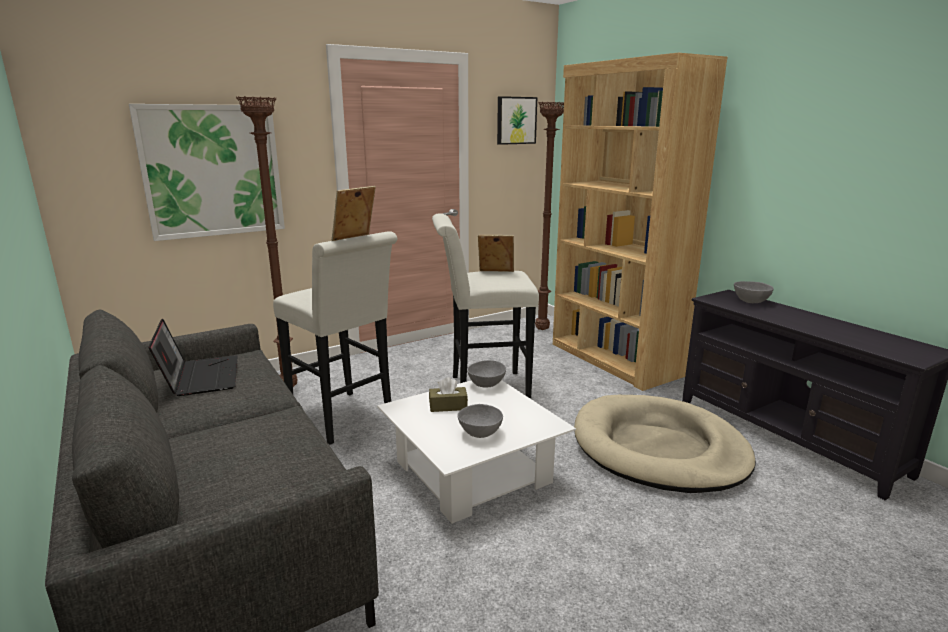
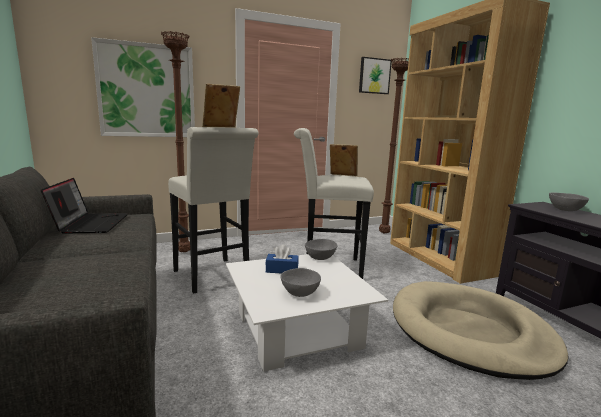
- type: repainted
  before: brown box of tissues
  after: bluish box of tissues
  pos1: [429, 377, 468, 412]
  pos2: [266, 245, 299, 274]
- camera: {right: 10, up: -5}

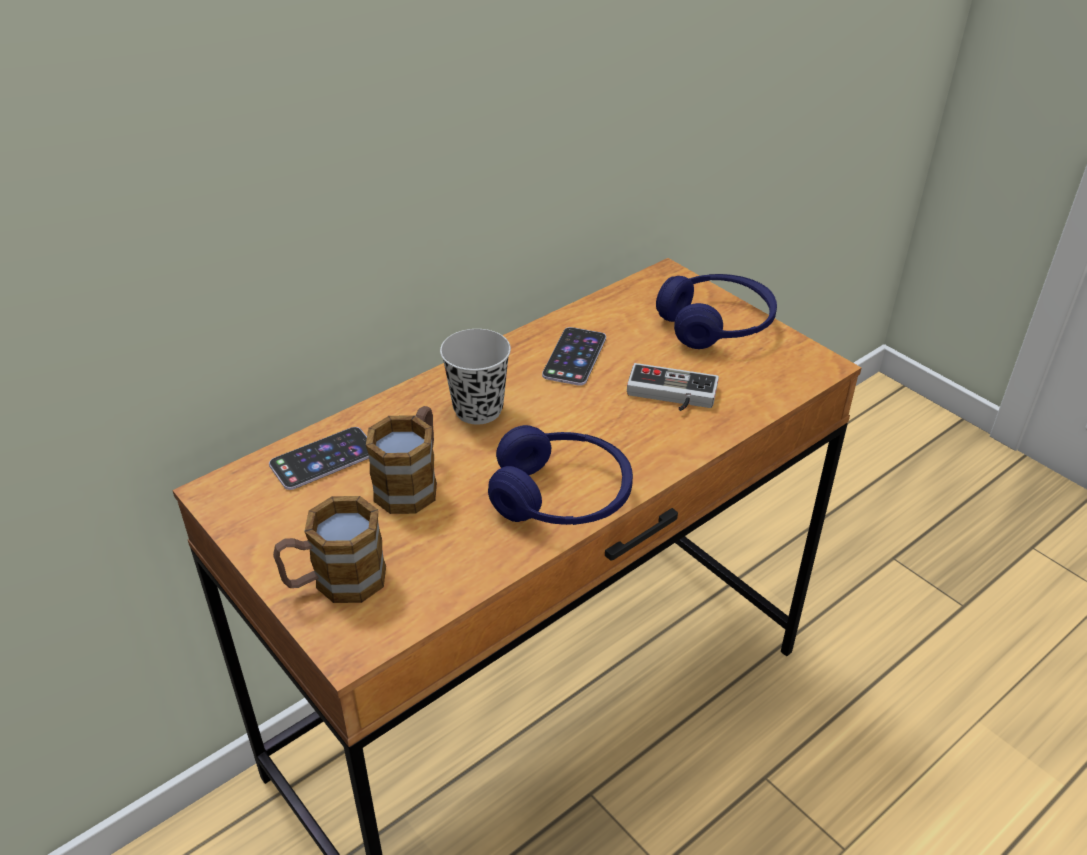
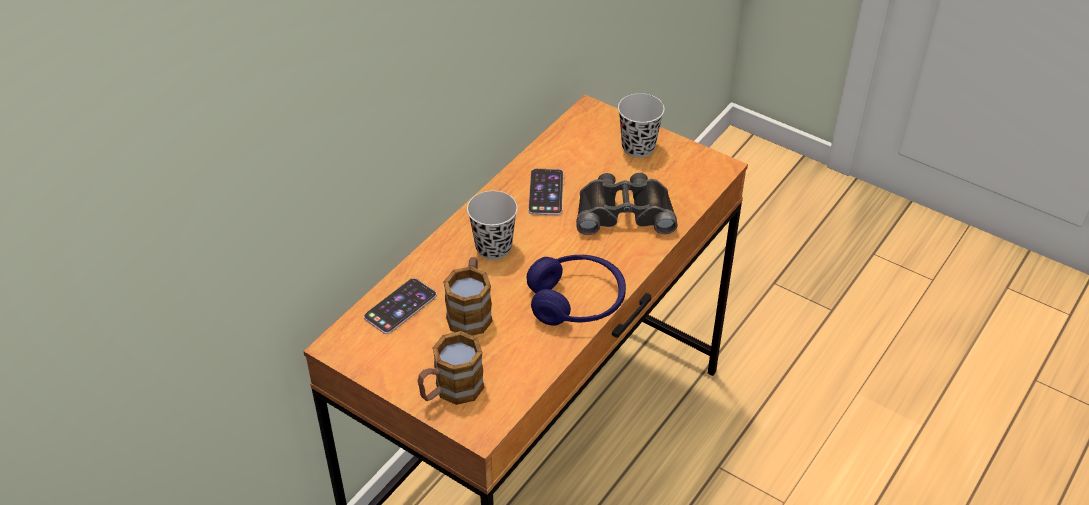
- type: swapped
  before: gamepad
  after: blackish pair of binoculars
  pos1: [627, 363, 719, 411]
  pos2: [576, 173, 678, 235]
- type: swapped
  before: bluish headphones
  after: blackish cup
  pos1: [656, 274, 777, 349]
  pos2: [618, 93, 665, 158]
- camera: {right: -15, up: 5}

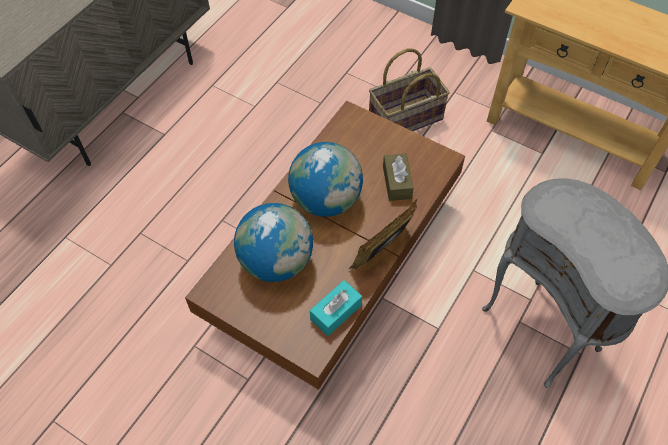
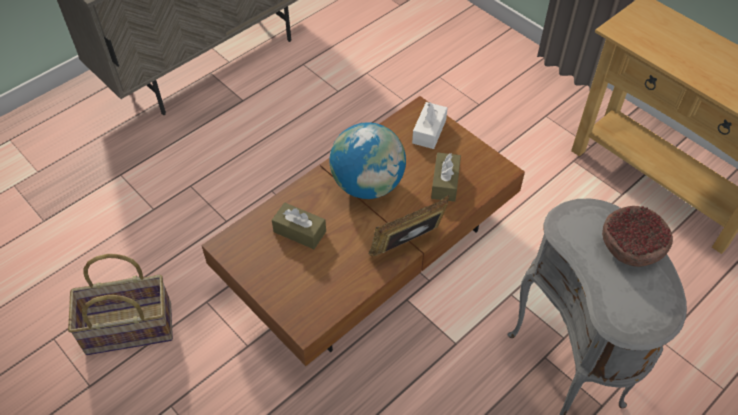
- type: swapped
  before: world globe
  after: brown box of tissues
  pos1: [234, 203, 313, 282]
  pos2: [272, 203, 326, 249]
- type: gone
  before: blue-green box of tissues
  pos1: [310, 280, 362, 336]
- type: shifted
  before: basket
  pos1: [369, 48, 450, 131]
  pos2: [68, 254, 173, 355]
- type: new
  after: white-coloured box of tissues
  pos2: [412, 102, 448, 149]
- type: new
  after: serving bowl
  pos2: [602, 206, 673, 267]
- camera: {right: 15, up: -5}

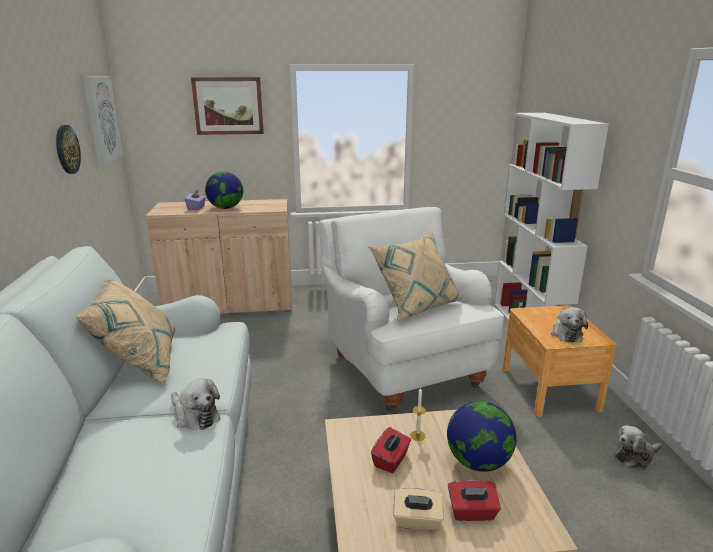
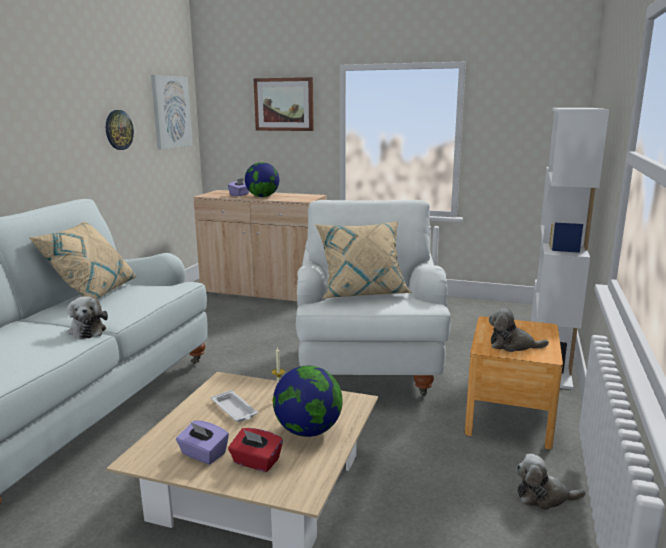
- type: swapped
  before: red box of tissues
  after: white-coloured serving tray
  pos1: [371, 427, 411, 473]
  pos2: [211, 390, 258, 422]
- type: repainted
  before: beige box of tissues
  after: purple box of tissues
  pos1: [394, 488, 443, 531]
  pos2: [176, 420, 229, 464]
- type: rotated
  before: cuddly toy
  pos1: [551, 307, 588, 342]
  pos2: [489, 308, 549, 352]
  turn: 75
- camera: {right: 25, up: -5}

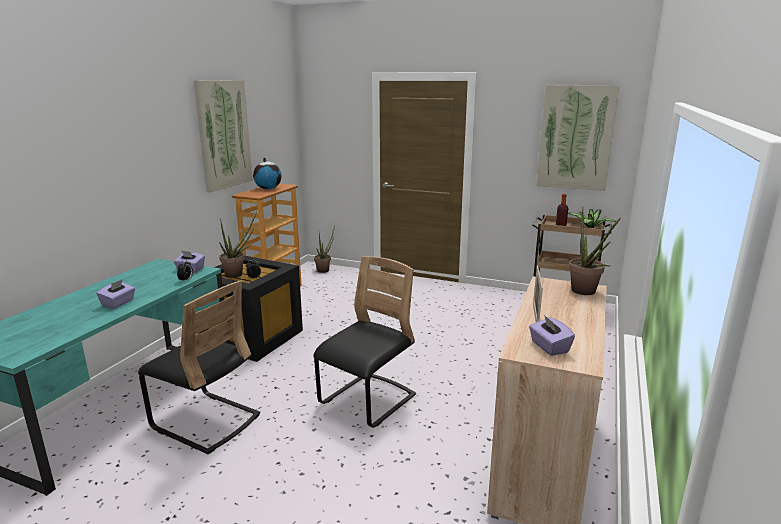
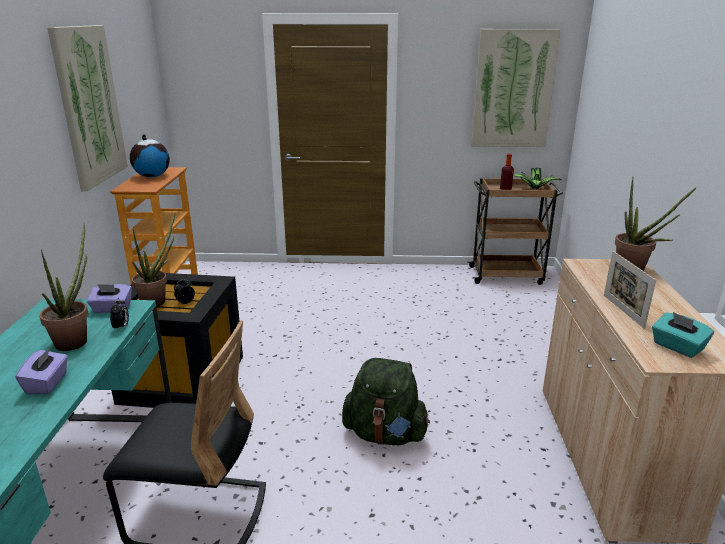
- type: swapped
  before: blackish chair
  after: greenish backpack
  pos1: [313, 256, 416, 428]
  pos2: [342, 358, 430, 445]
- type: shifted
  before: potted plant
  pos1: [314, 224, 335, 273]
  pos2: [39, 223, 88, 351]
- type: repainted
  before: purple box of tissues
  after: blue-green box of tissues
  pos1: [529, 315, 575, 356]
  pos2: [652, 312, 714, 358]
- camera: {right: -20, up: 5}

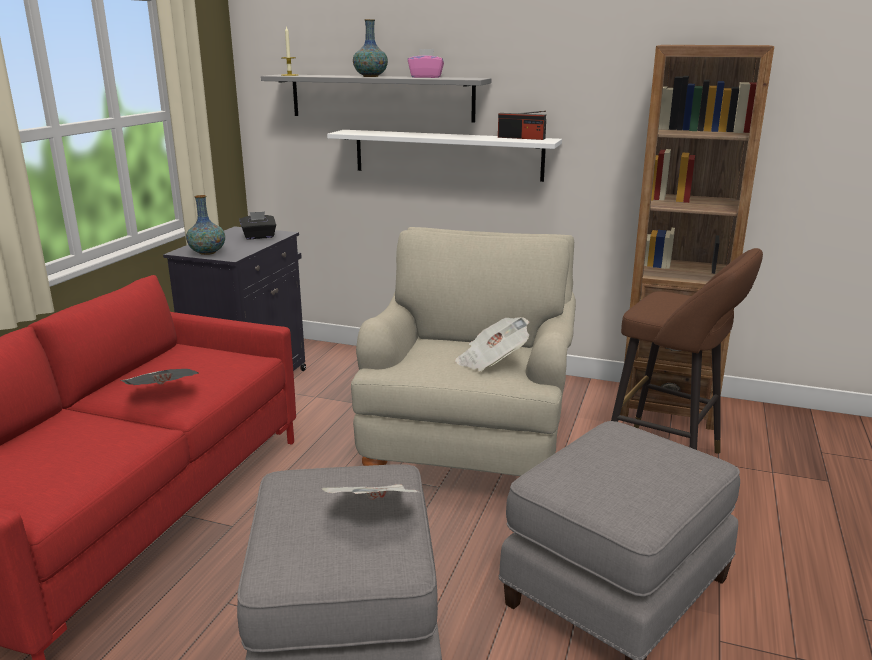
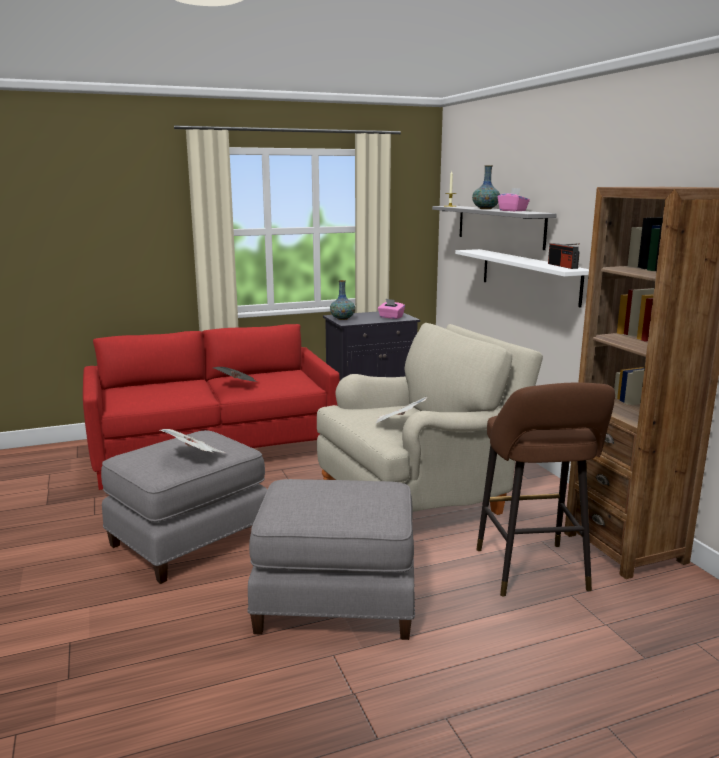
- type: repainted
  before: blackish box of tissues
  after: pink-coloured box of tissues
  pos1: [240, 211, 276, 239]
  pos2: [378, 299, 405, 319]
- camera: {right: 50, up: -5}

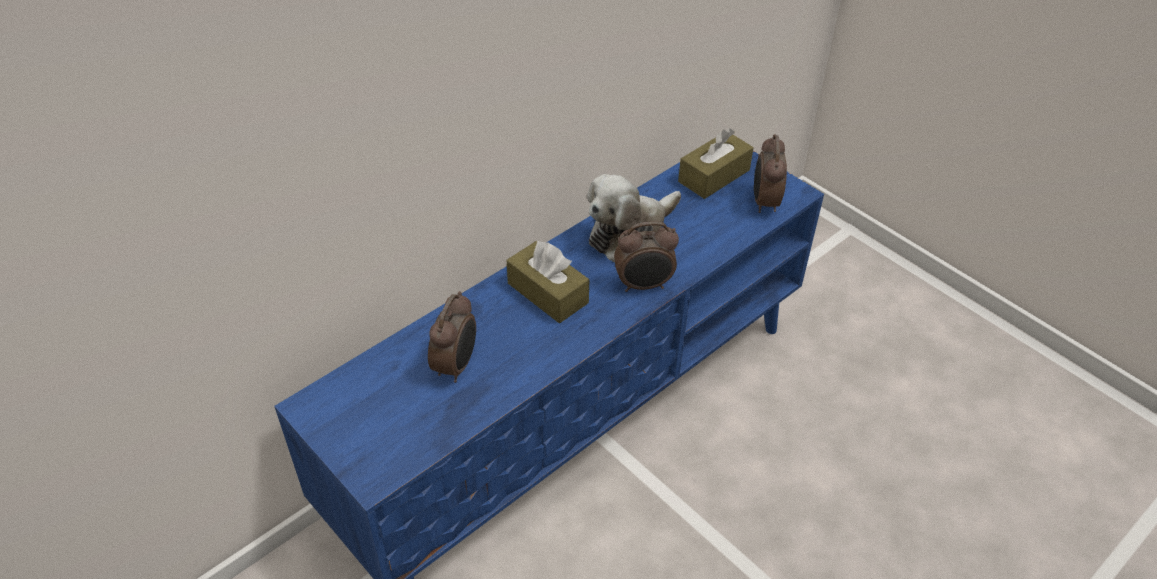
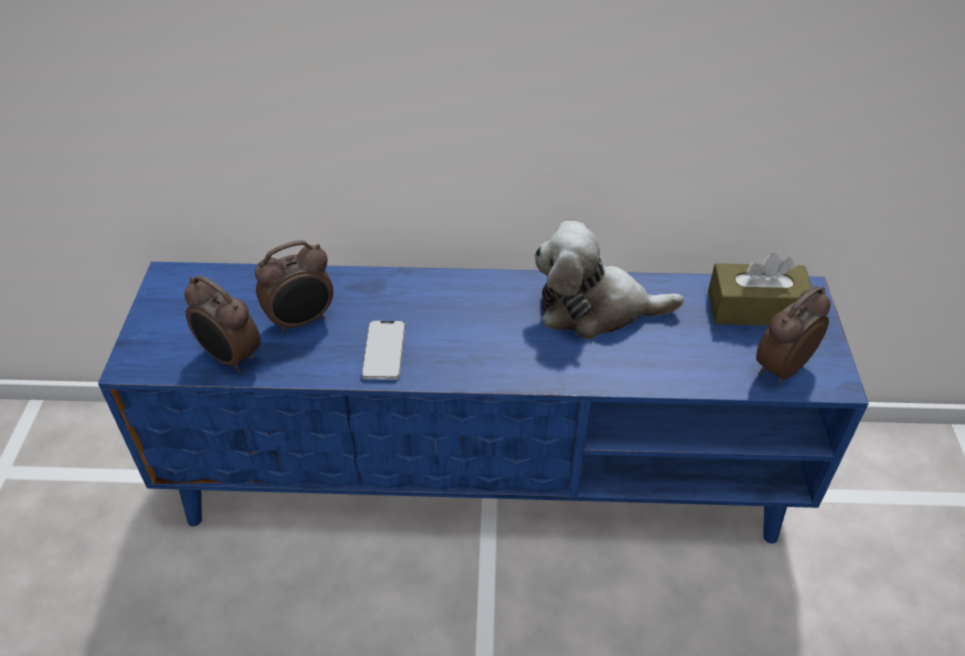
- type: gone
  before: brown box of tissues
  pos1: [507, 240, 589, 323]
- type: shifted
  before: bedside clock
  pos1: [614, 221, 679, 292]
  pos2: [184, 275, 261, 373]
- type: new
  after: phone
  pos2: [362, 321, 405, 380]
- camera: {right: 45, up: 0}

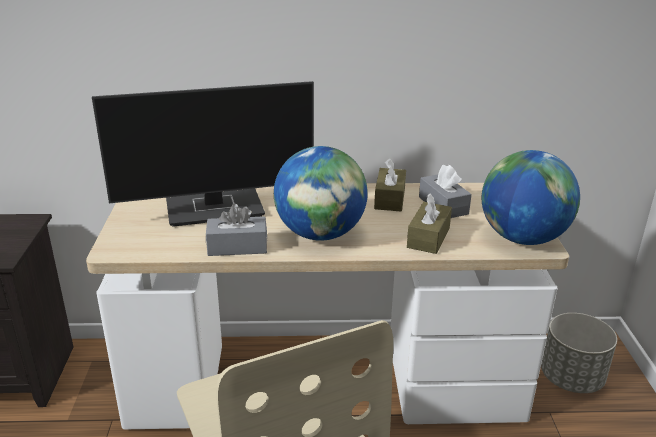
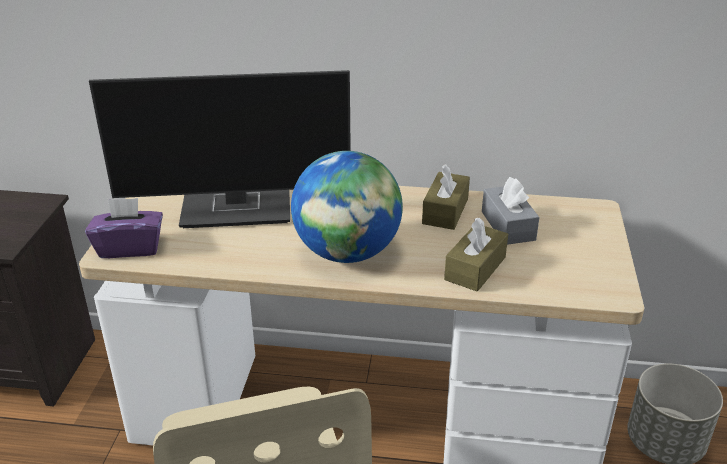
- type: gone
  before: greyish box of tissues
  pos1: [206, 204, 267, 256]
- type: gone
  before: world globe
  pos1: [482, 150, 580, 245]
- type: new
  after: purple box of tissues
  pos2: [85, 198, 163, 258]
- camera: {right: 10, up: 5}

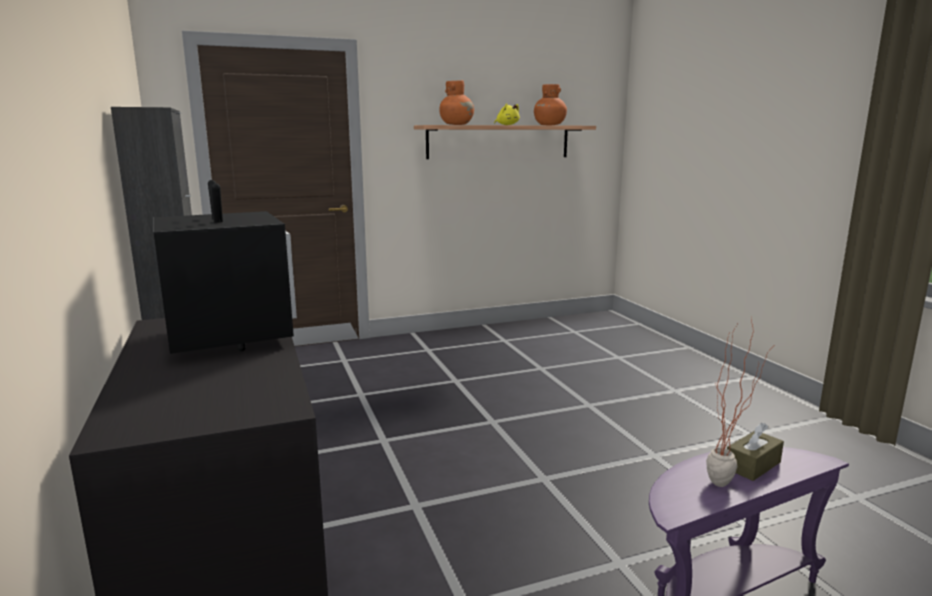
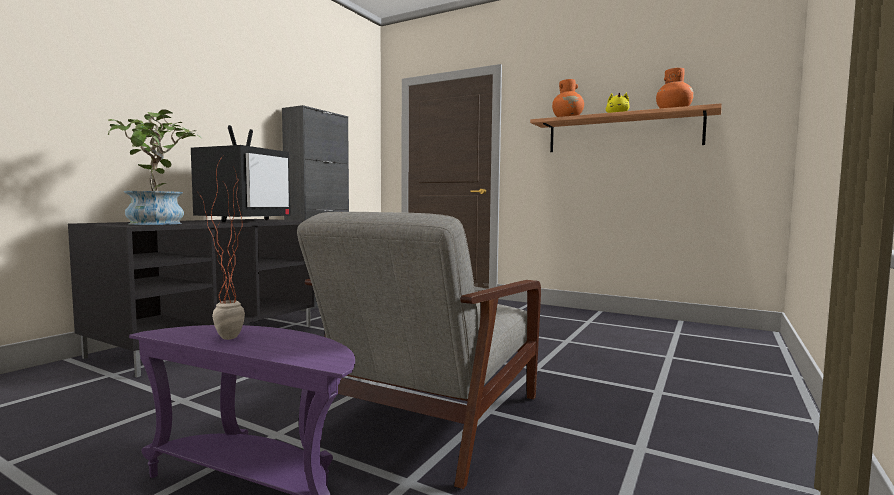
- type: gone
  before: brown box of tissues
  pos1: [727, 423, 784, 481]
- type: new
  after: potted plant
  pos2: [108, 109, 202, 225]
- type: new
  after: greyish armchair
  pos2: [297, 212, 541, 489]
- camera: {right: 50, up: -10}

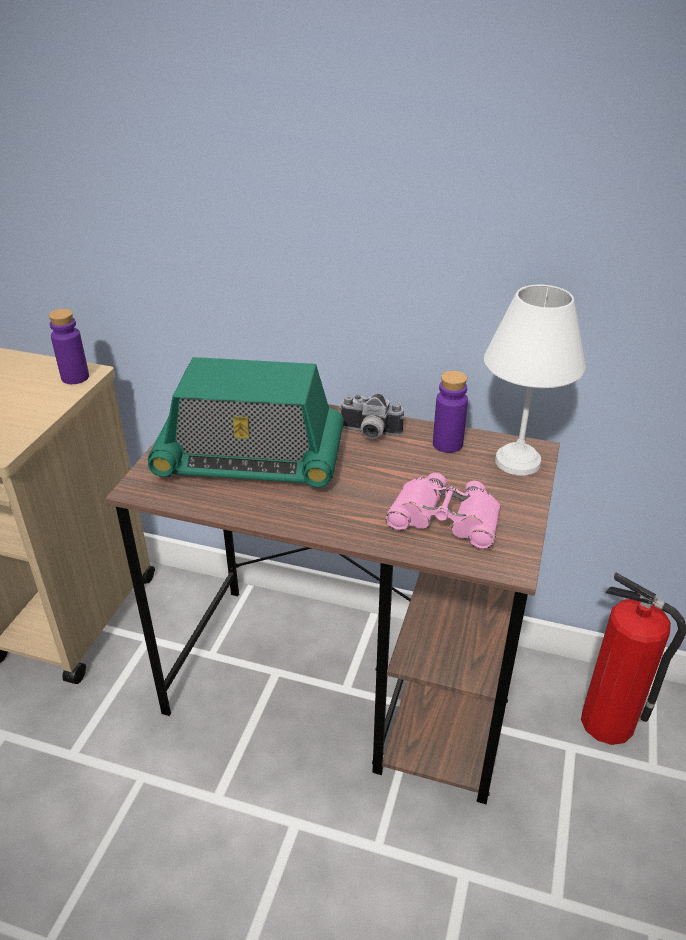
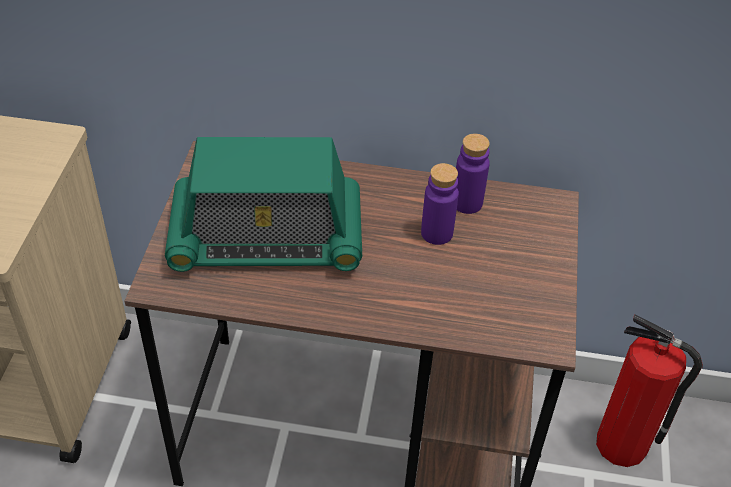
- type: shifted
  before: purple drink bottle
  pos1: [49, 309, 89, 384]
  pos2: [421, 163, 459, 245]
- type: gone
  before: photo camera
  pos1: [339, 394, 404, 439]
- type: gone
  before: pink-coloured pair of binoculars
  pos1: [385, 473, 501, 550]
- type: gone
  before: white-coloured tabletop lamp
  pos1: [484, 285, 586, 476]
- camera: {right: -10, up: 10}

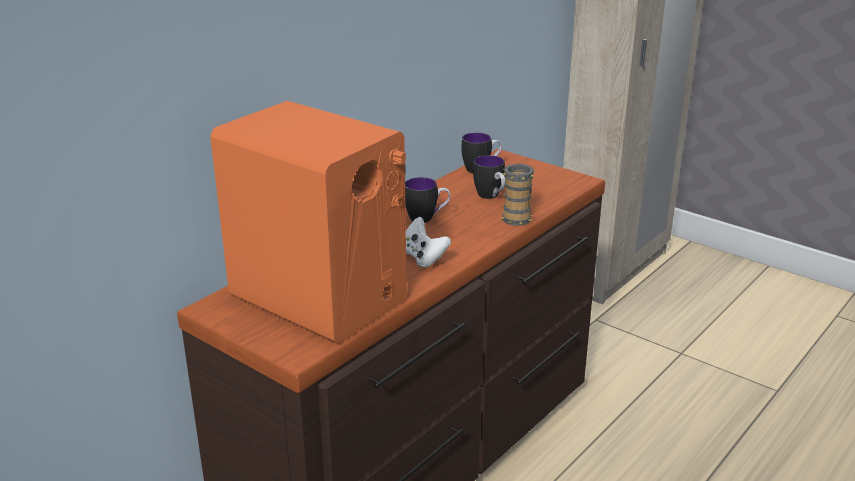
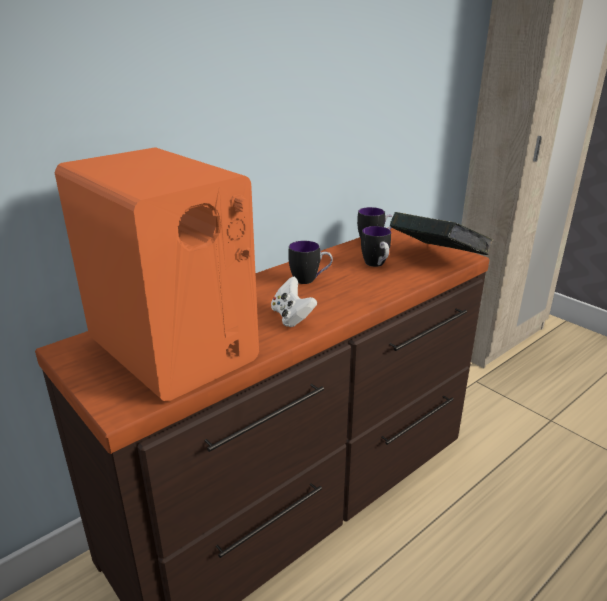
- type: gone
  before: mug
  pos1: [500, 164, 535, 226]
- type: new
  after: book
  pos2: [390, 212, 493, 255]
- camera: {right: 10, up: 0}

